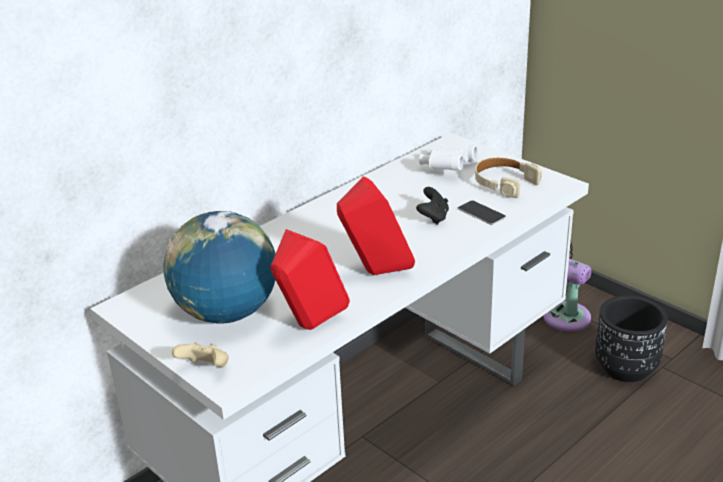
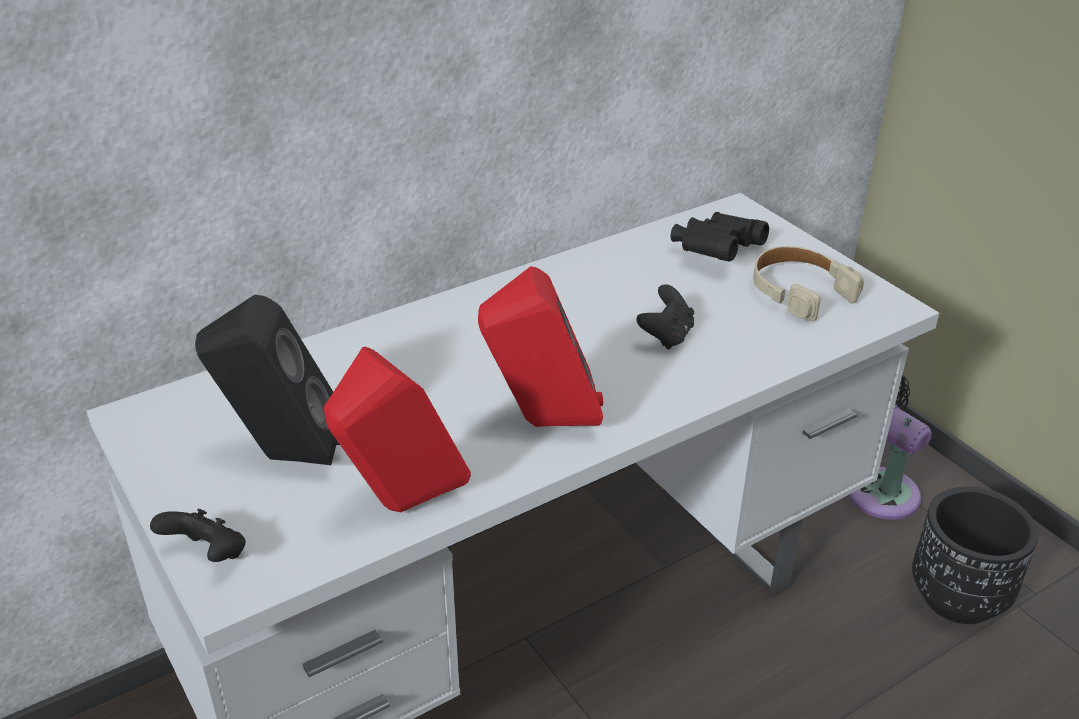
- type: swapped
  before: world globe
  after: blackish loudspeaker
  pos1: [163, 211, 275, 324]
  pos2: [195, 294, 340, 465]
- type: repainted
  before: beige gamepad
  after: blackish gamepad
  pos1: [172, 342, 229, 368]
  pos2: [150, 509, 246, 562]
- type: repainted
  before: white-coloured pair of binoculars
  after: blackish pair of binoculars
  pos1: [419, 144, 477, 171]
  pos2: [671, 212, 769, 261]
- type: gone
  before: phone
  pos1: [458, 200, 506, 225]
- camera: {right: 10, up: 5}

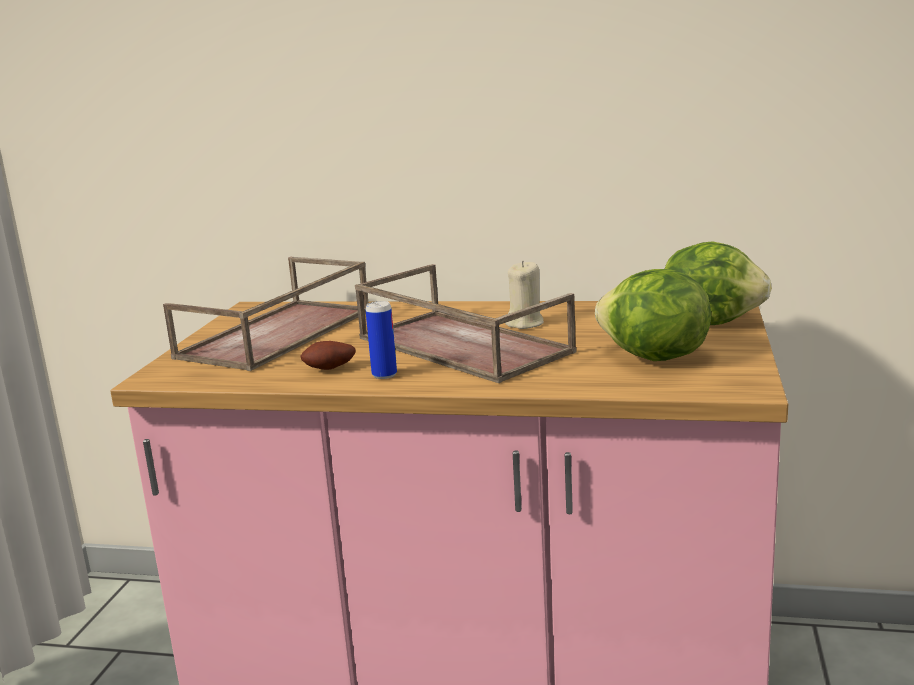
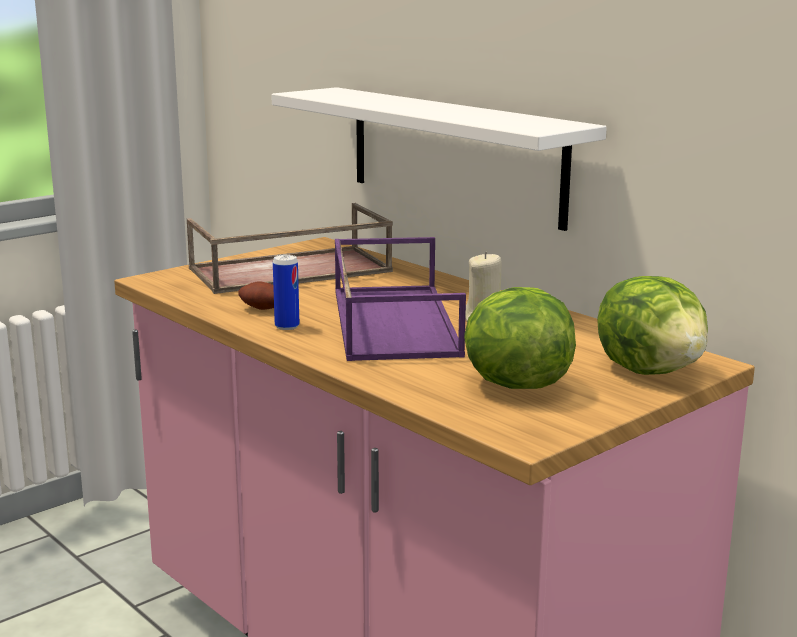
- type: repainted
  before: brown serving tray
  after: purple serving tray
  pos1: [355, 264, 577, 383]
  pos2: [335, 237, 466, 361]
- type: new
  after: white-coloured bracket shelf
  pos2: [271, 87, 607, 231]
- camera: {right: 35, up: 0}

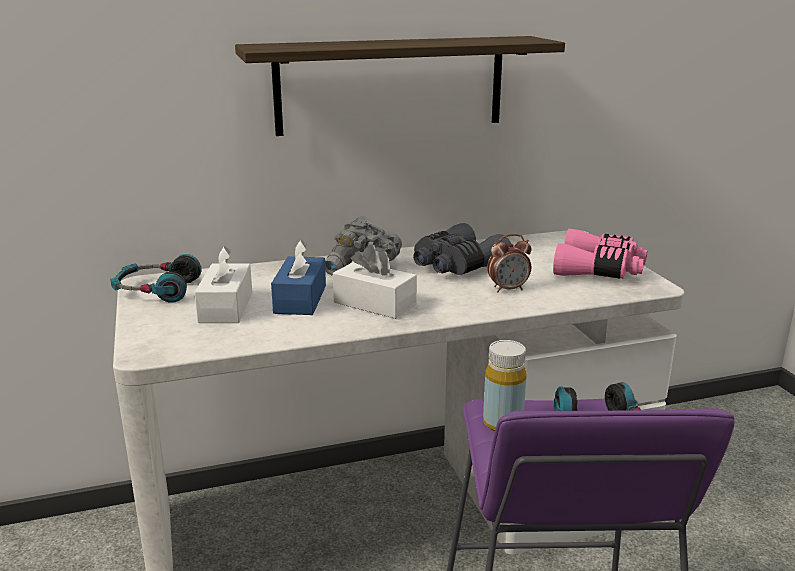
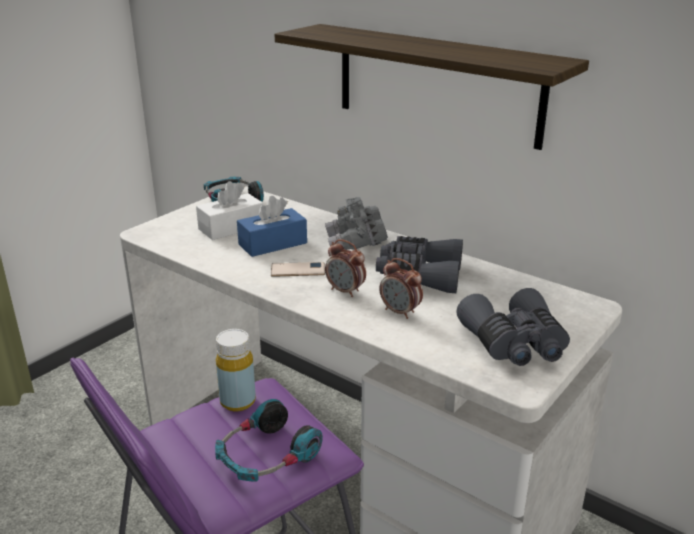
- type: swapped
  before: white-coloured box of tissues
  after: phone
  pos1: [333, 244, 417, 319]
  pos2: [271, 262, 325, 277]
- type: repainted
  before: pink-coloured pair of binoculars
  after: greyish pair of binoculars
  pos1: [553, 228, 647, 279]
  pos2: [457, 288, 570, 366]
- type: new
  after: bedside clock
  pos2: [325, 239, 366, 297]
- camera: {right: 55, up: 5}

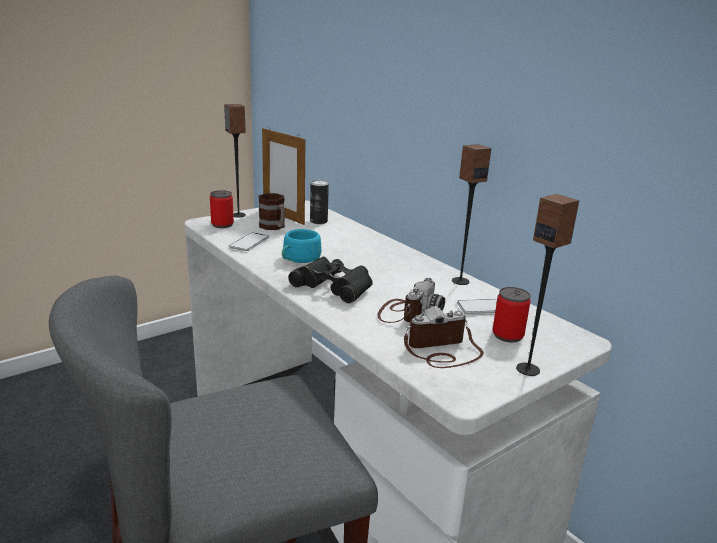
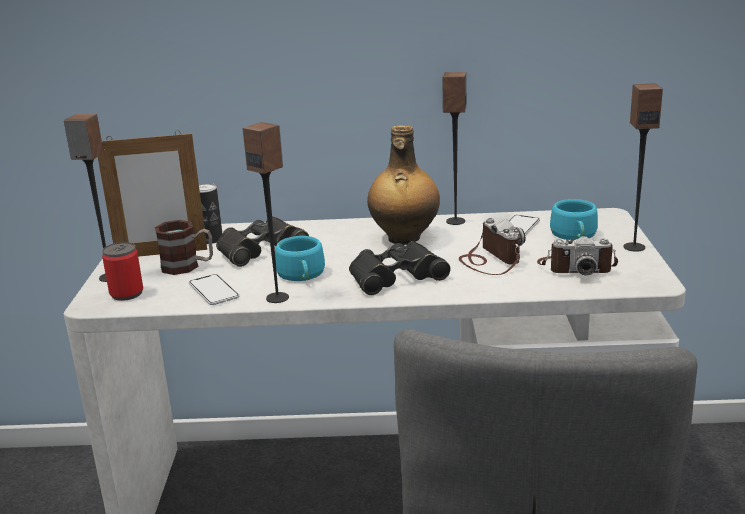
- type: rotated
  before: photo camera
  pos1: [404, 306, 484, 368]
  pos2: [537, 236, 618, 275]
  turn: -105
- type: swapped
  before: can
  after: blue-green cup
  pos1: [493, 287, 530, 343]
  pos2: [550, 199, 598, 241]
- type: new
  after: blackish pair of binoculars
  pos2: [216, 216, 309, 267]
- type: new
  after: loudspeaker
  pos2: [243, 122, 289, 303]
- type: new
  after: drink bottle
  pos2: [367, 125, 440, 245]
- camera: {right: -50, up: 0}

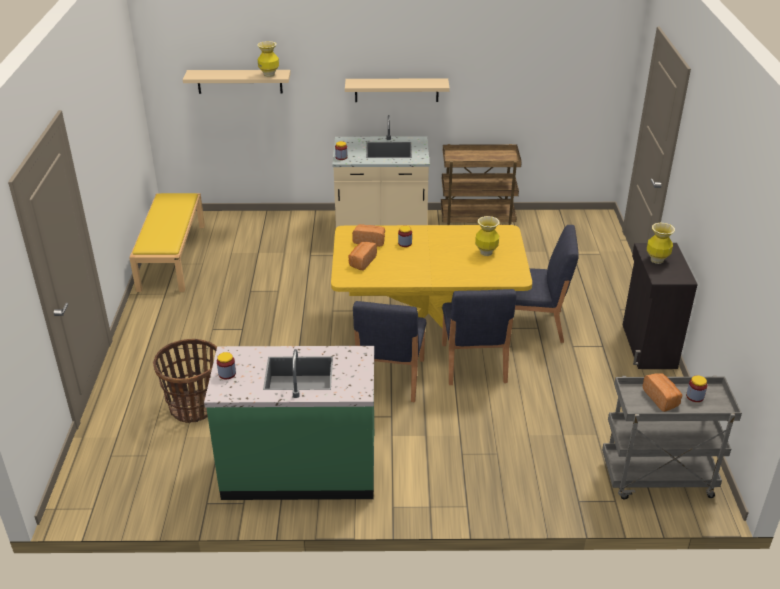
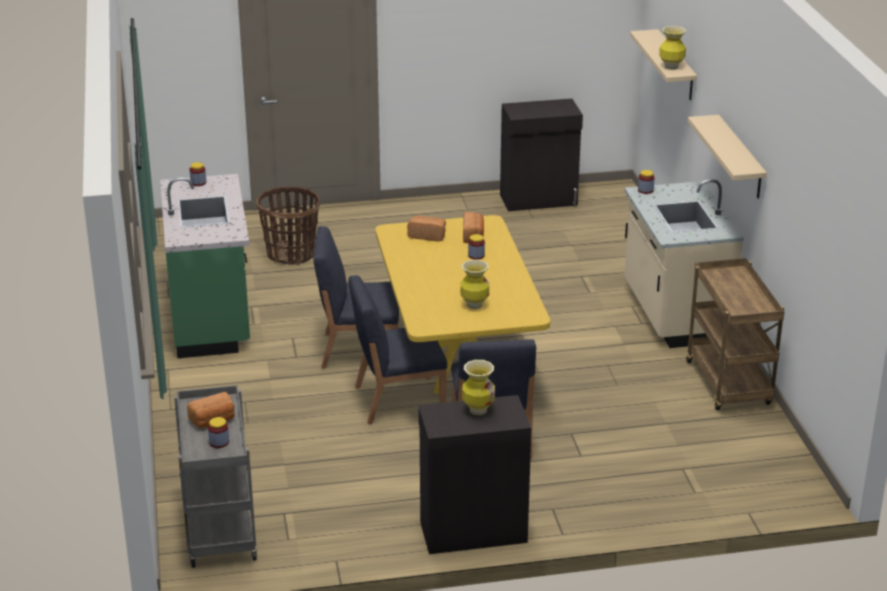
- type: swapped
  before: yellowish long seat
  after: blackish cupboard
  pos1: [129, 193, 205, 292]
  pos2: [500, 99, 583, 211]
- camera: {right: 80, up: -5}

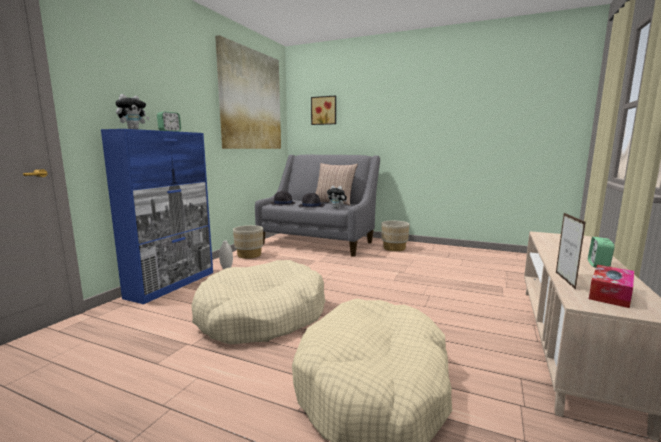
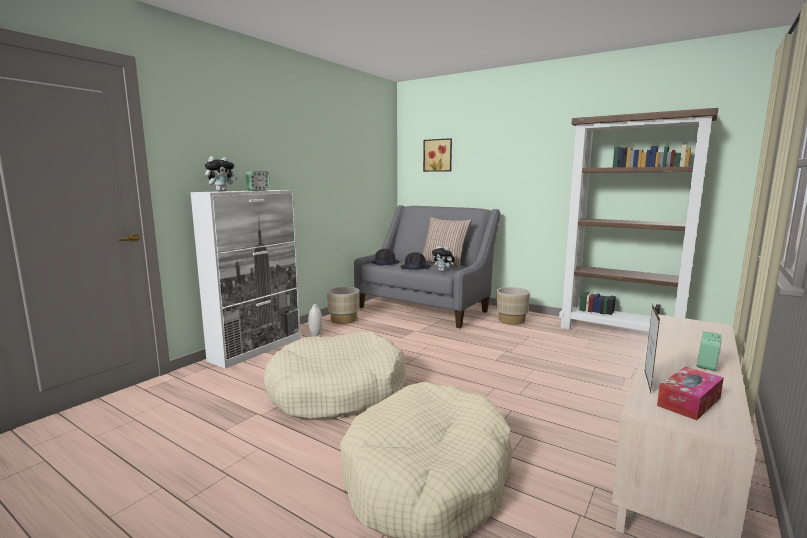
- type: repainted
  before: bluish cupboard
  after: white-coloured cupboard
  pos1: [101, 129, 213, 304]
  pos2: [190, 190, 301, 369]
- type: gone
  before: wall picture
  pos1: [215, 35, 281, 149]
- type: new
  after: brown bookcase
  pos2: [559, 108, 718, 332]
- camera: {right: 10, up: 0}

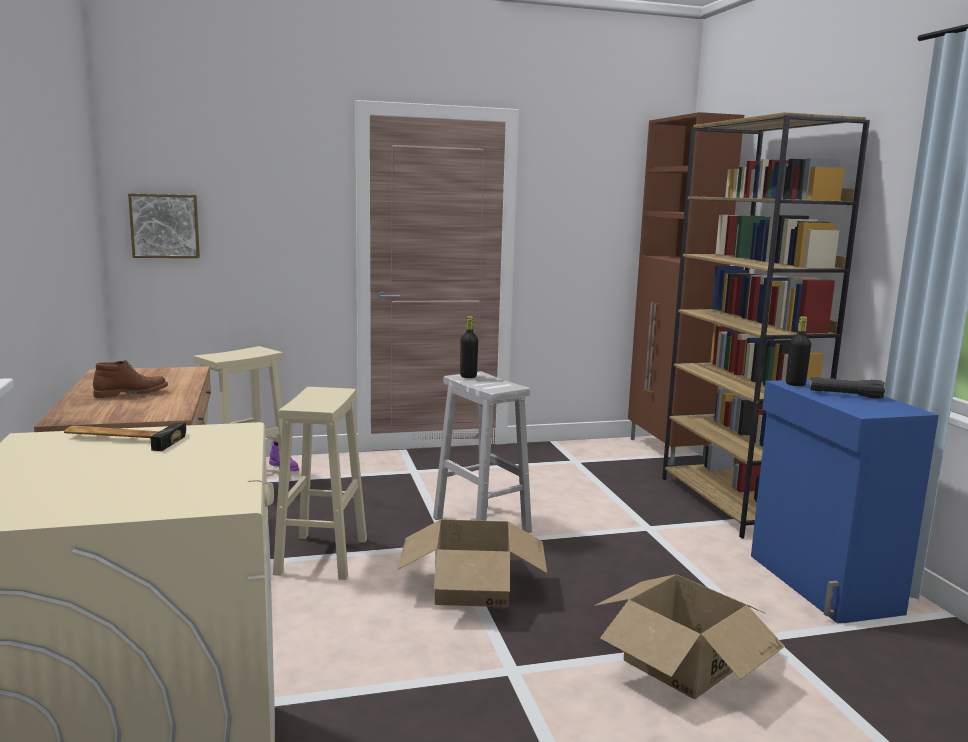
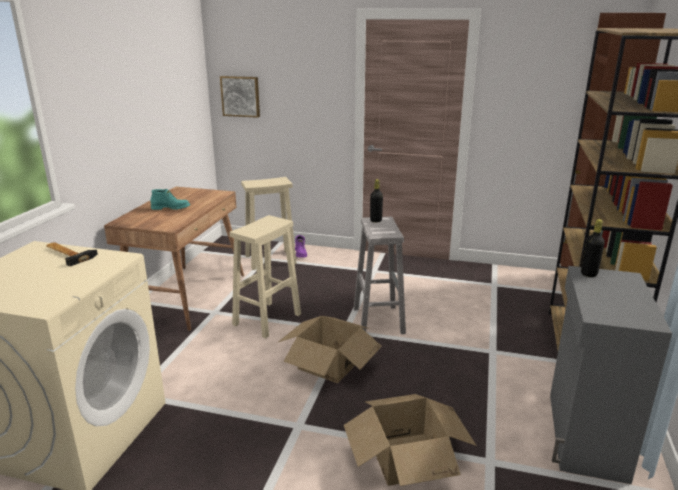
- type: repainted
  before: brown tall boot
  after: blue-green tall boot
  pos1: [93, 360, 168, 398]
  pos2: [151, 189, 190, 210]
- type: repainted
  before: bluish cupboard
  after: greyish cupboard
  pos1: [751, 378, 939, 624]
  pos2: [550, 266, 672, 484]
- type: gone
  before: blackish flashlight
  pos1: [810, 377, 885, 399]
- camera: {right: 30, up: 10}

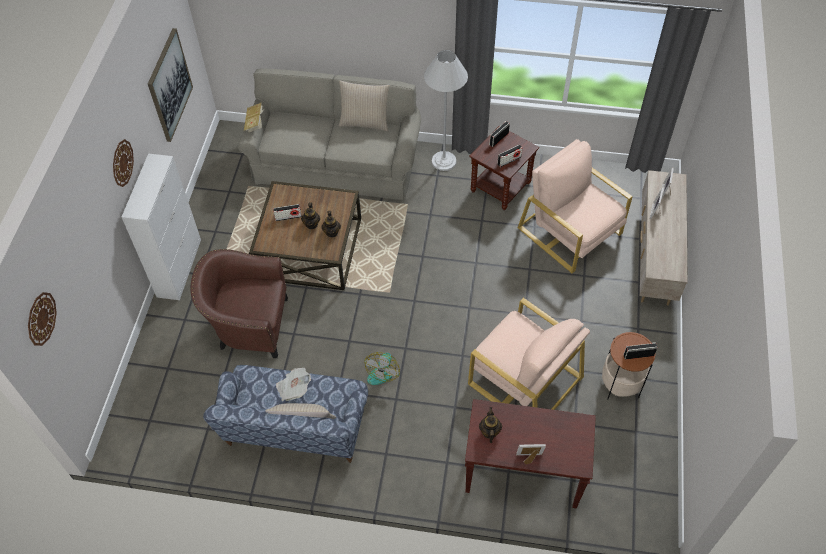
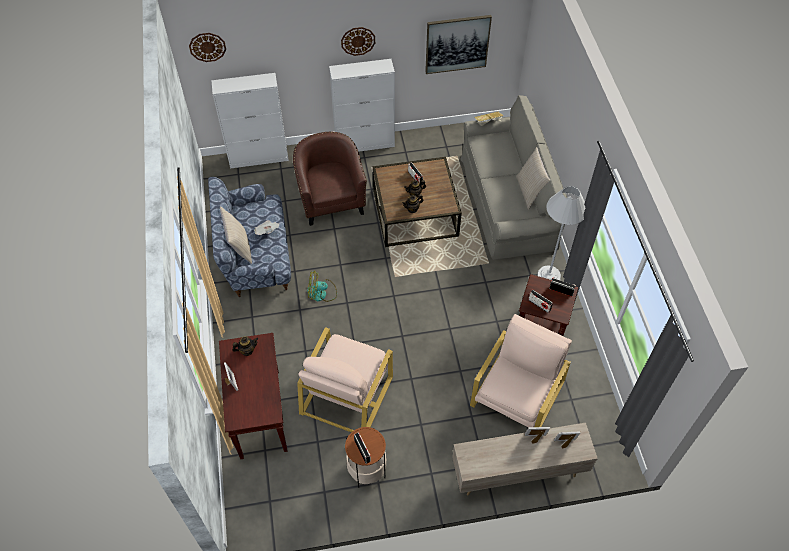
- type: new
  after: white-coloured cupboard
  pos2: [211, 73, 289, 169]
- camera: {right: 70, up: 0}

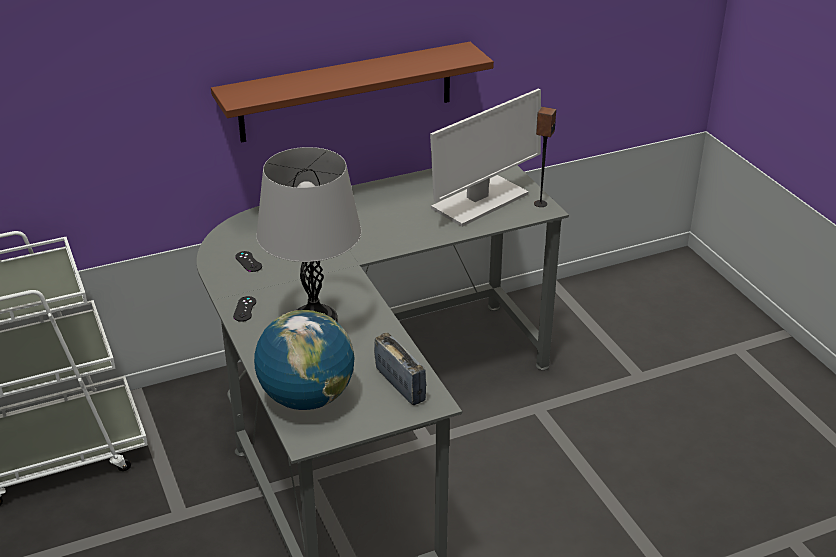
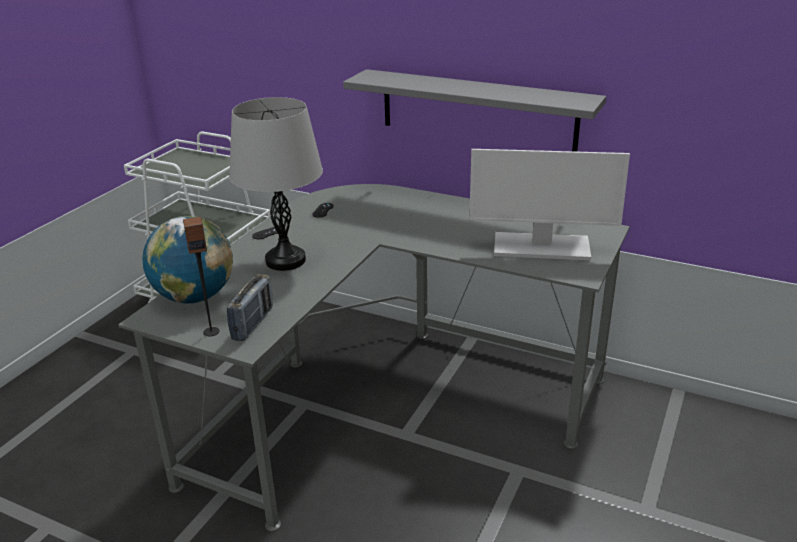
- type: repainted
  before: brown bracket shelf
  after: greyish bracket shelf
  pos1: [211, 42, 494, 143]
  pos2: [343, 69, 606, 152]
- type: shifted
  before: loudspeaker
  pos1: [534, 107, 556, 207]
  pos2: [183, 217, 220, 336]
- camera: {right: 50, up: -5}

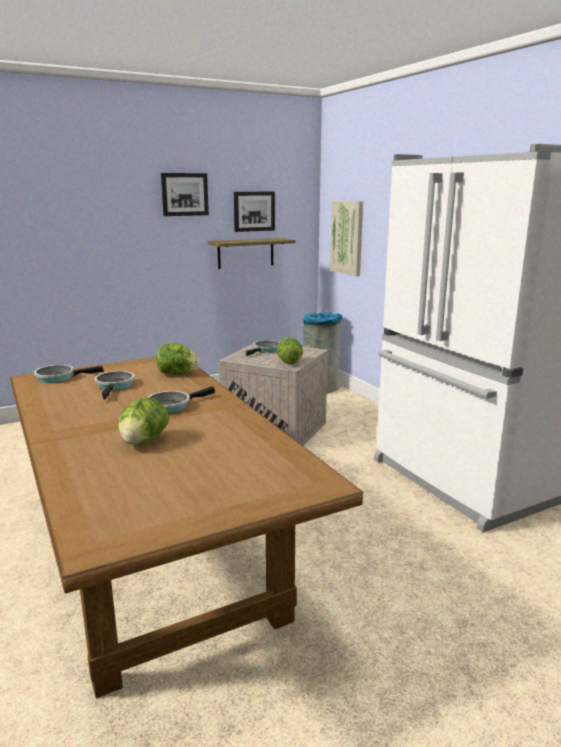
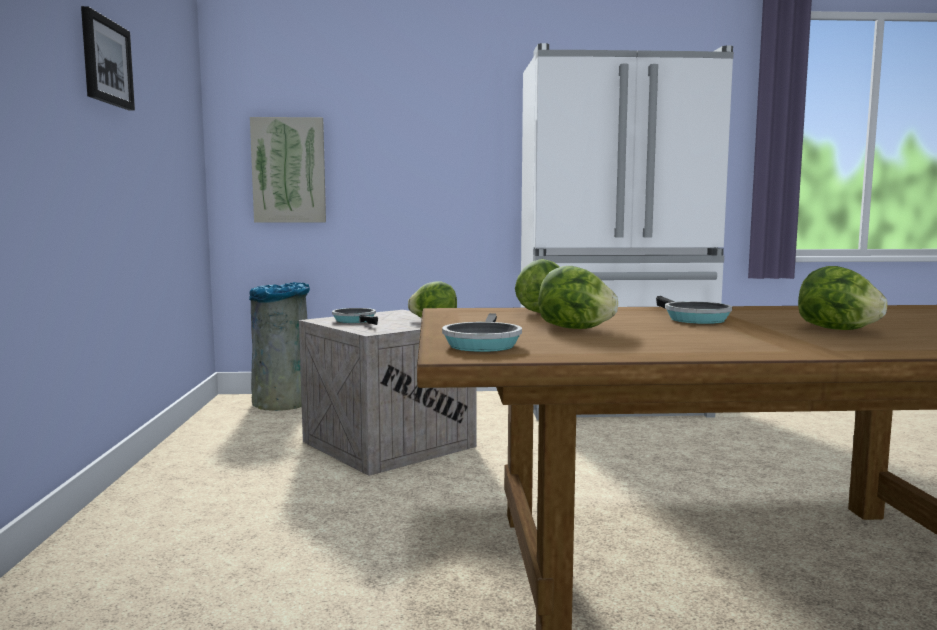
- type: swapped
  before: pan
  after: head of lettuce
  pos1: [95, 371, 135, 400]
  pos2: [538, 266, 618, 329]
- type: gone
  before: bracket shelf
  pos1: [208, 238, 296, 269]
- type: gone
  before: wall picture
  pos1: [234, 192, 275, 232]
- camera: {right: -65, up: -10}

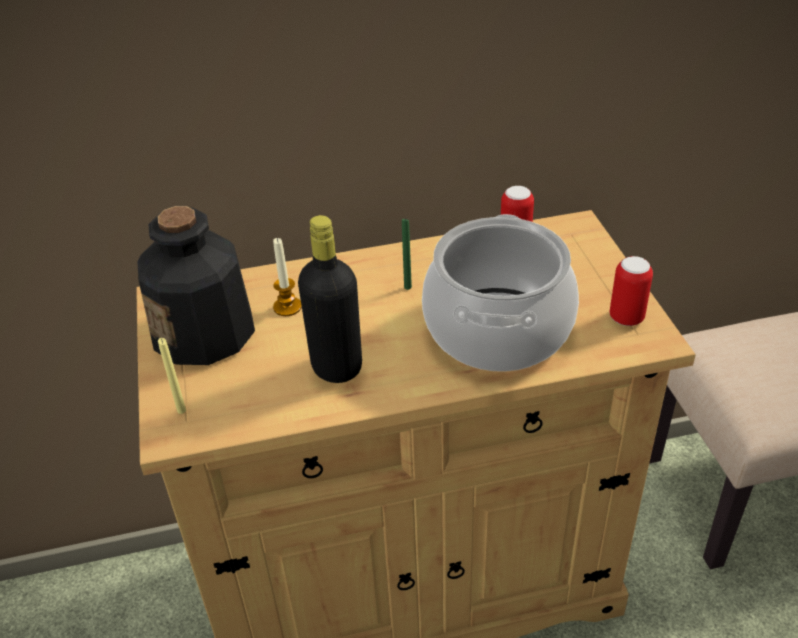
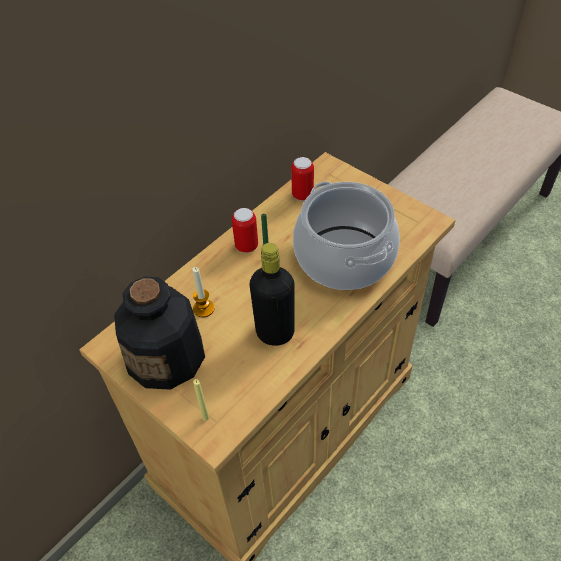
- type: shifted
  before: can
  pos1: [610, 256, 653, 326]
  pos2: [232, 208, 258, 253]
- camera: {right: -35, up: 10}

